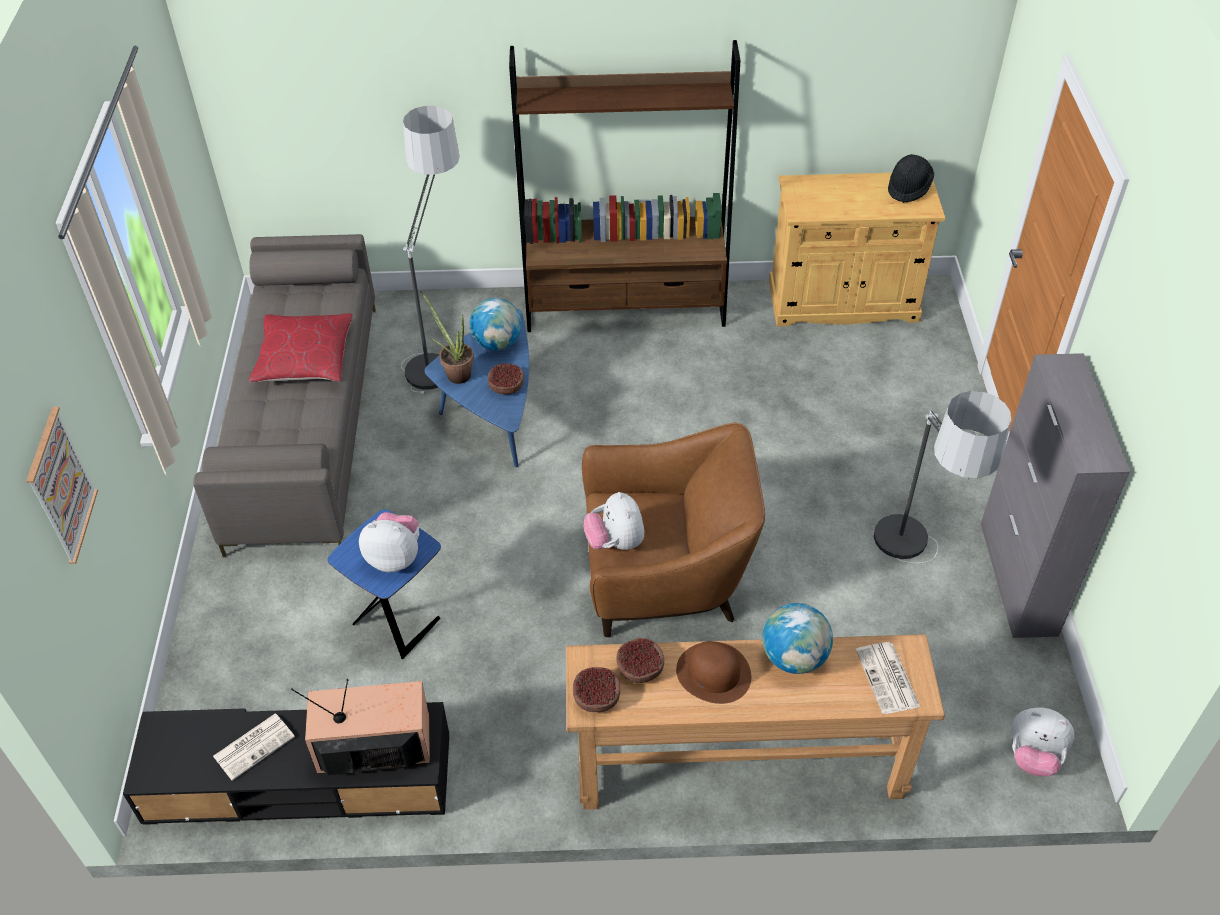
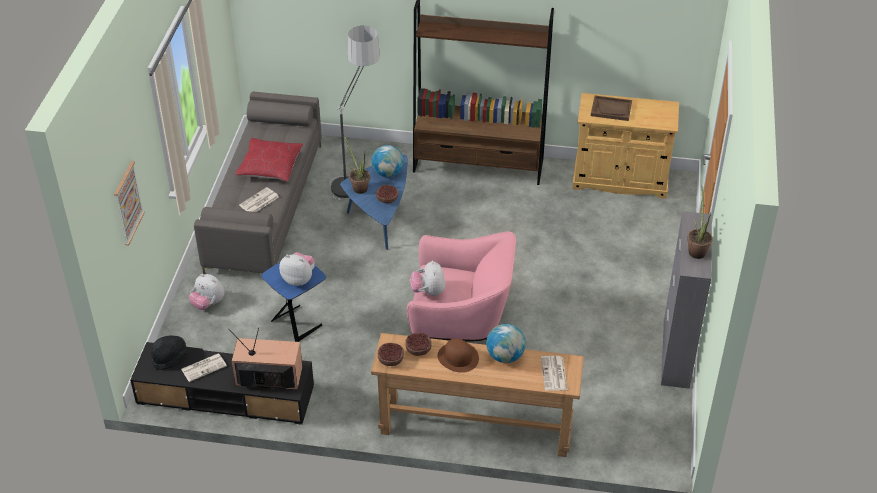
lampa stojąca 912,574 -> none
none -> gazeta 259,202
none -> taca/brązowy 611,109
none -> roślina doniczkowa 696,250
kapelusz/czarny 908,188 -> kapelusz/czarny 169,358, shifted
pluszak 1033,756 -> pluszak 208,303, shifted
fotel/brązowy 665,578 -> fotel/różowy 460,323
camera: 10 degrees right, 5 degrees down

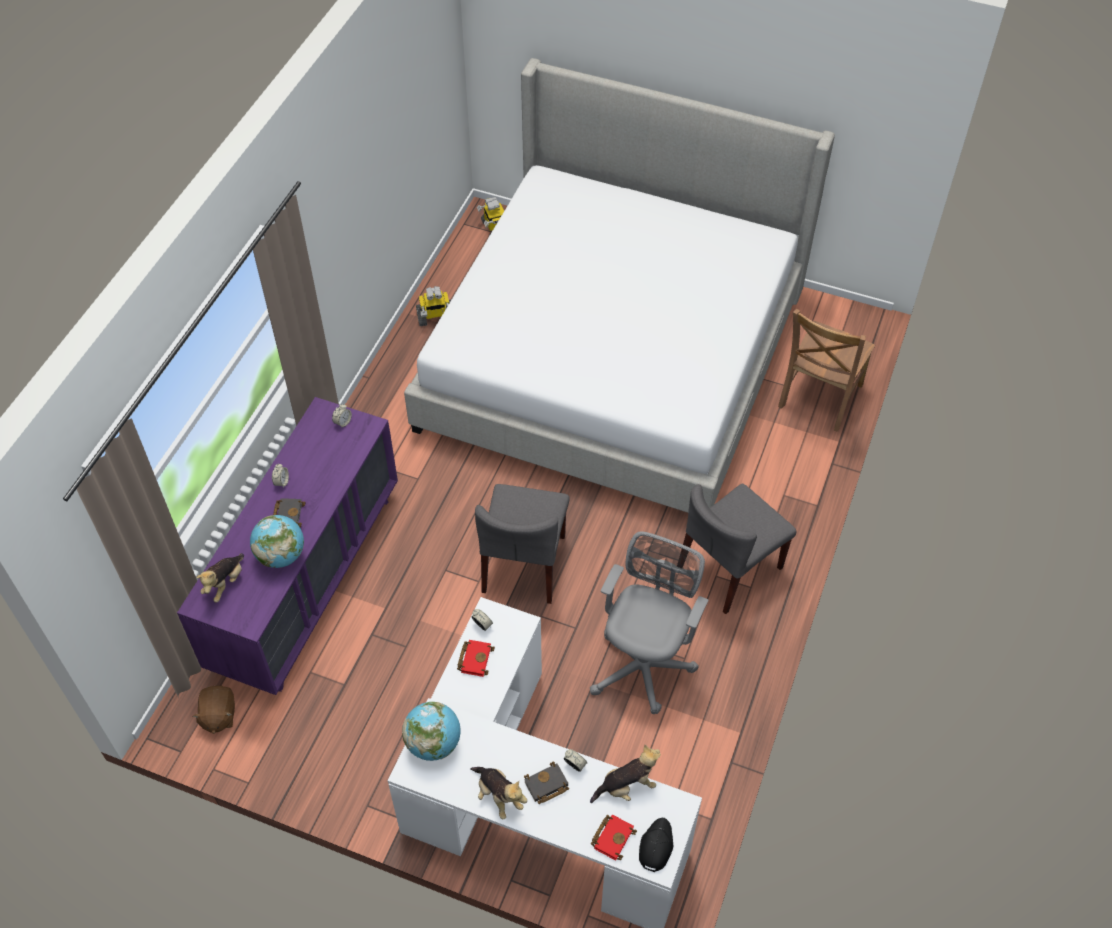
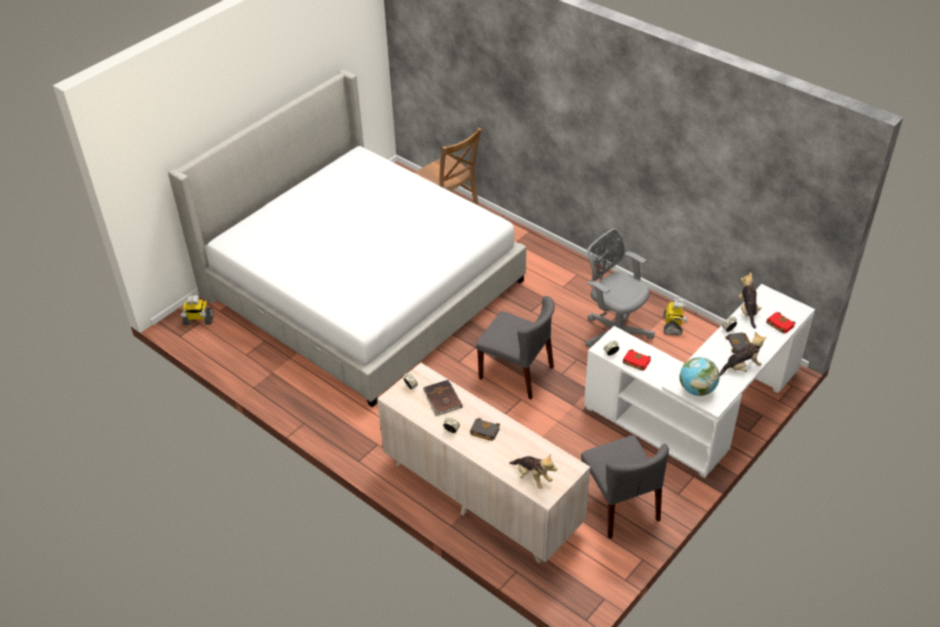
pluszak/brązowy 218,716 -> none
globus 281,555 -> none
czapka z daszkiem/czarny 655,846 -> none
none -> książka/brązowy 442,399
robot zabawkowy 435,317 -> robot zabawkowy 673,325, shifted
krzesło/szary 729,569 -> krzesło/szary 620,505, shifted
komoda/fioletowy 307,581 -> komoda/beżowy 481,495
camera: 70 degrees left, 10 degrees down

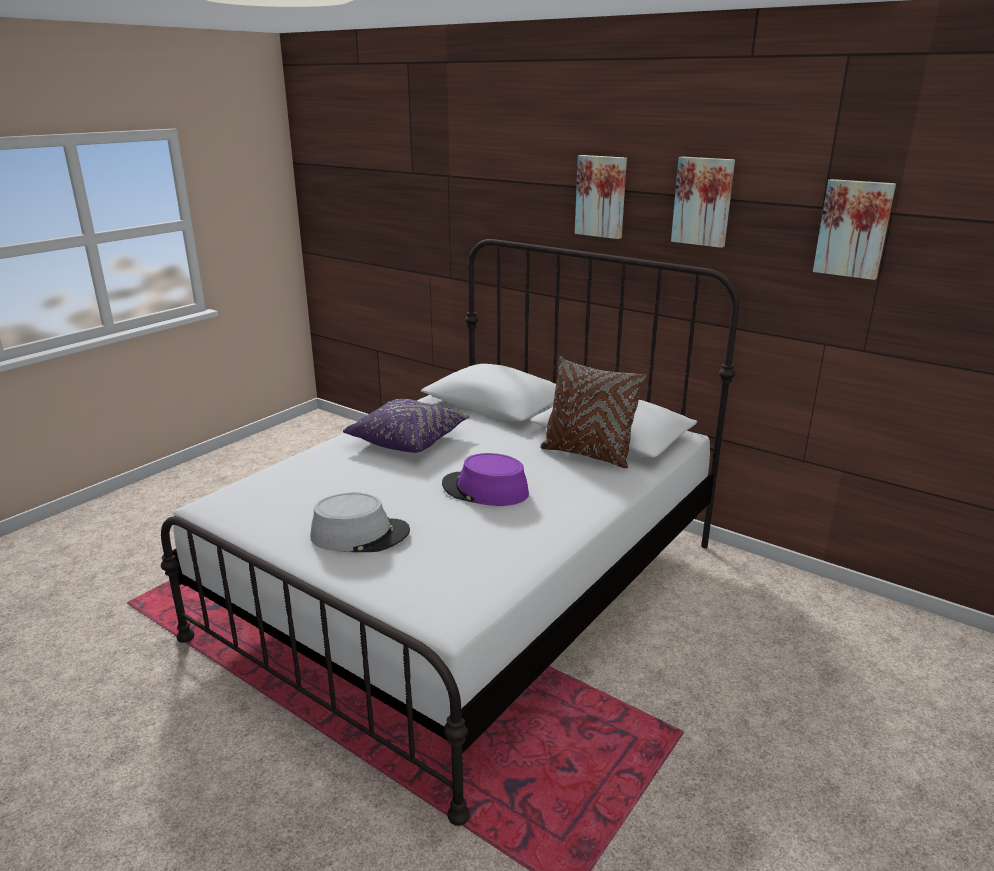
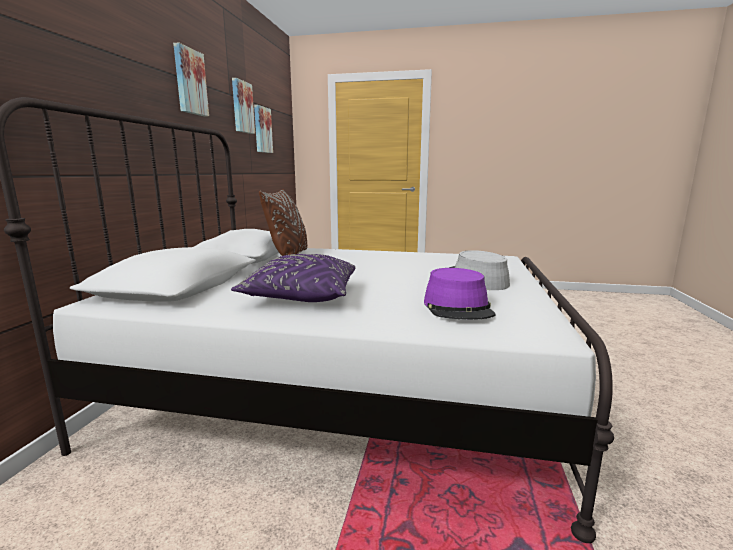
kapelusz/fioletowy 485,490 -> kapelusz/fioletowy 458,307, shifted
obraz 601,196 -> obraz 262,130, shifted
camera: 115 degrees left, 10 degrees down

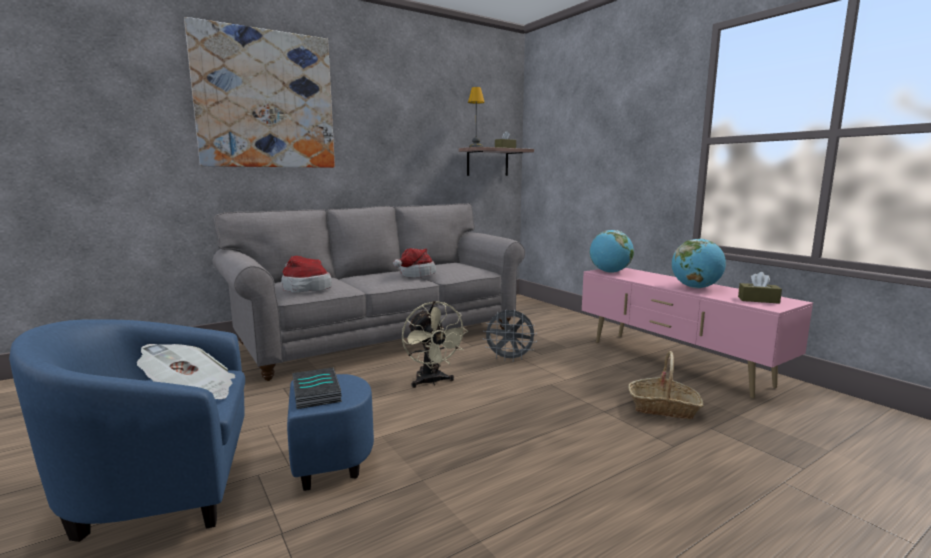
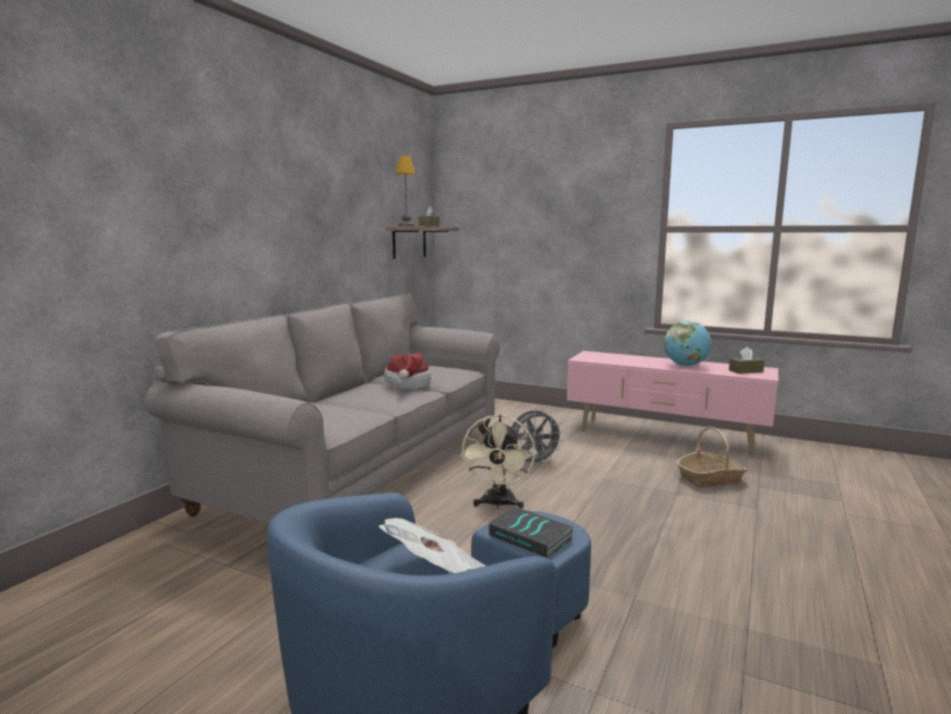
obraz 265,100 -> none
kapelusz 304,288 -> none
globus 610,272 -> none
wentylator/beżowy 431,382 -> wentylator/beżowy 498,504, 60 degrees clockwise
camera: 30 degrees left, 0 degrees up

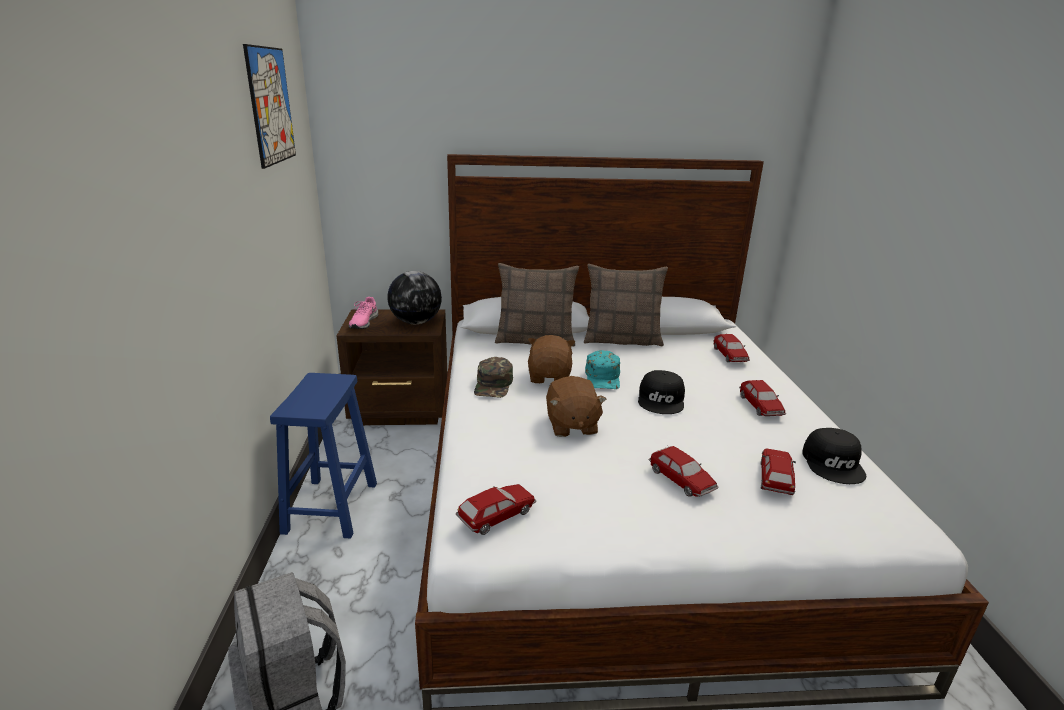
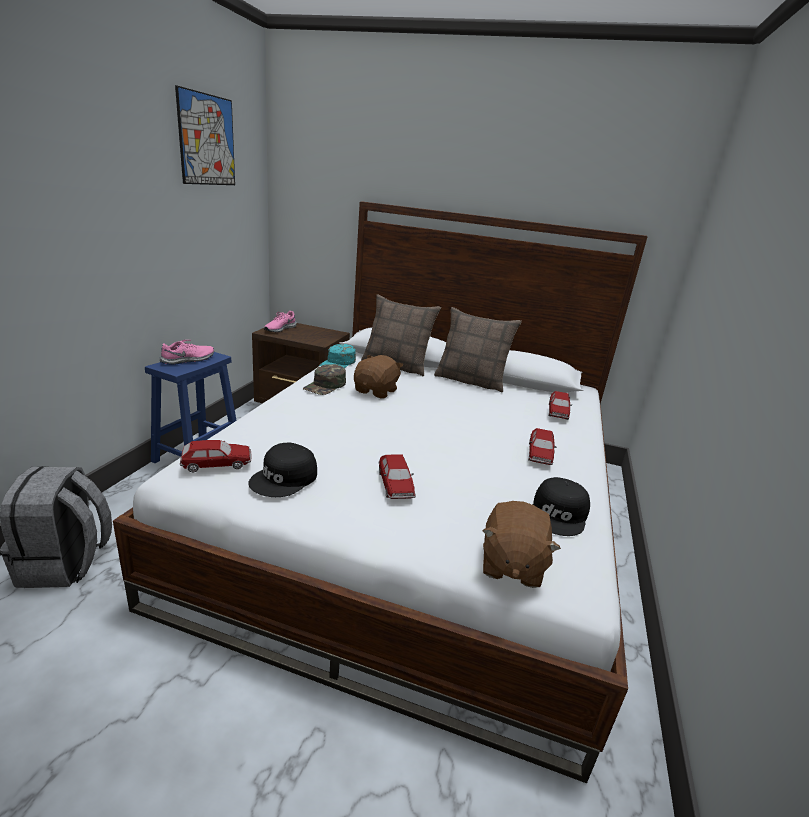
globus 416,322 -> none
samochodzik 775,478 -> none
none -> but/różowy 189,360
pluszak/brązowy 571,425 -> pluszak/brązowy 511,565, shifted
czapka z daszkiem/turkusowy 603,377 -> czapka z daszkiem/turkusowy 338,363, shifted
czapka z daszkiem/czarny 662,400 -> czapka z daszkiem/czarny 285,478, shifted
camera: 20 degrees right, 0 degrees up

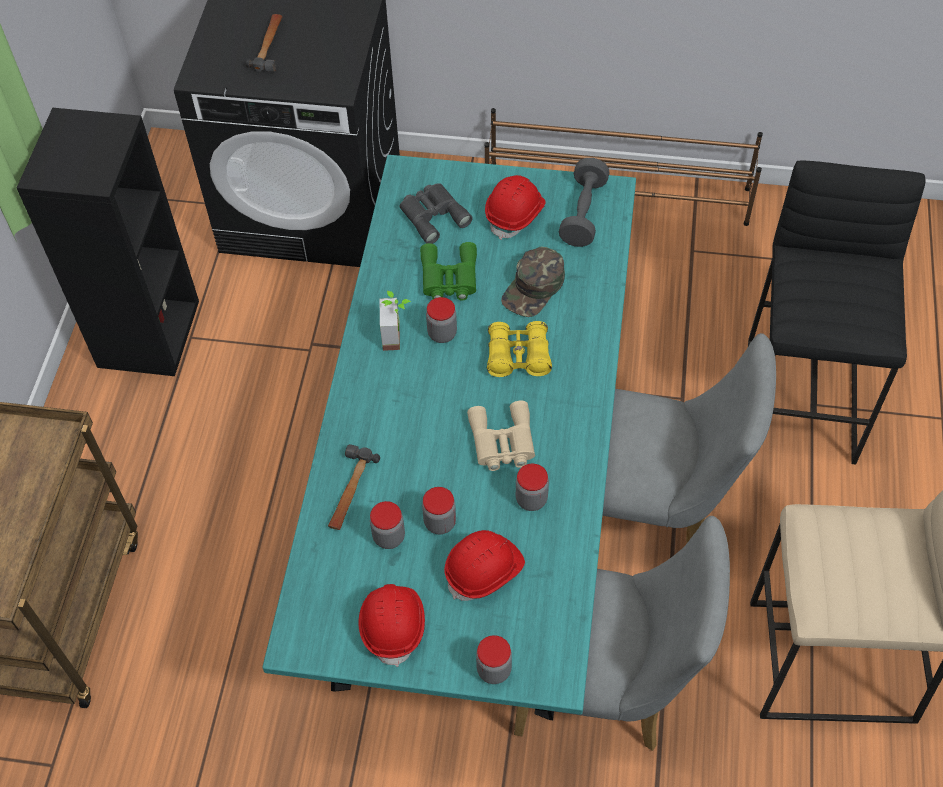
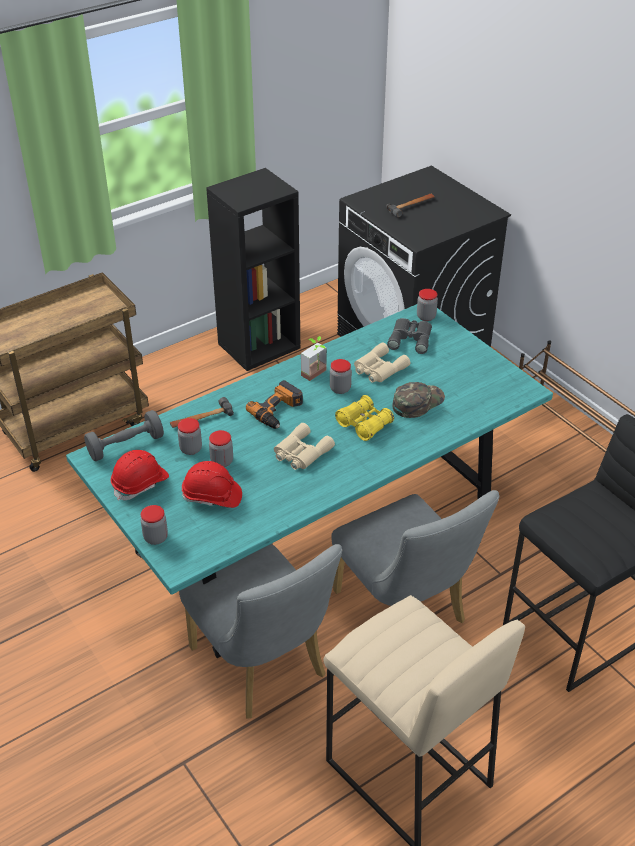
kask/czerwony 515,214 -> none
none -> wiertarka 278,411
słoik 531,499 -> słoik 426,317, shifted
hantel/szary 583,213 -> hantel/szary 125,446, shifted
lornetka/zielony 449,278 -> lornetka/beżowy 378,369
czapka z daszkiem/zielony 534,288 -> czapka z daszkiem/zielony 417,402, 150 degrees clockwise
camera: 45 degrees right, 15 degrees down

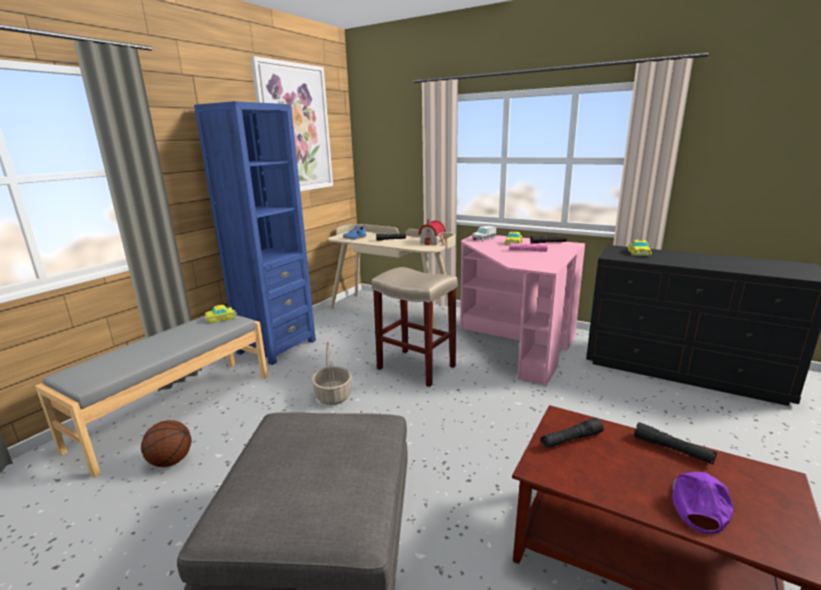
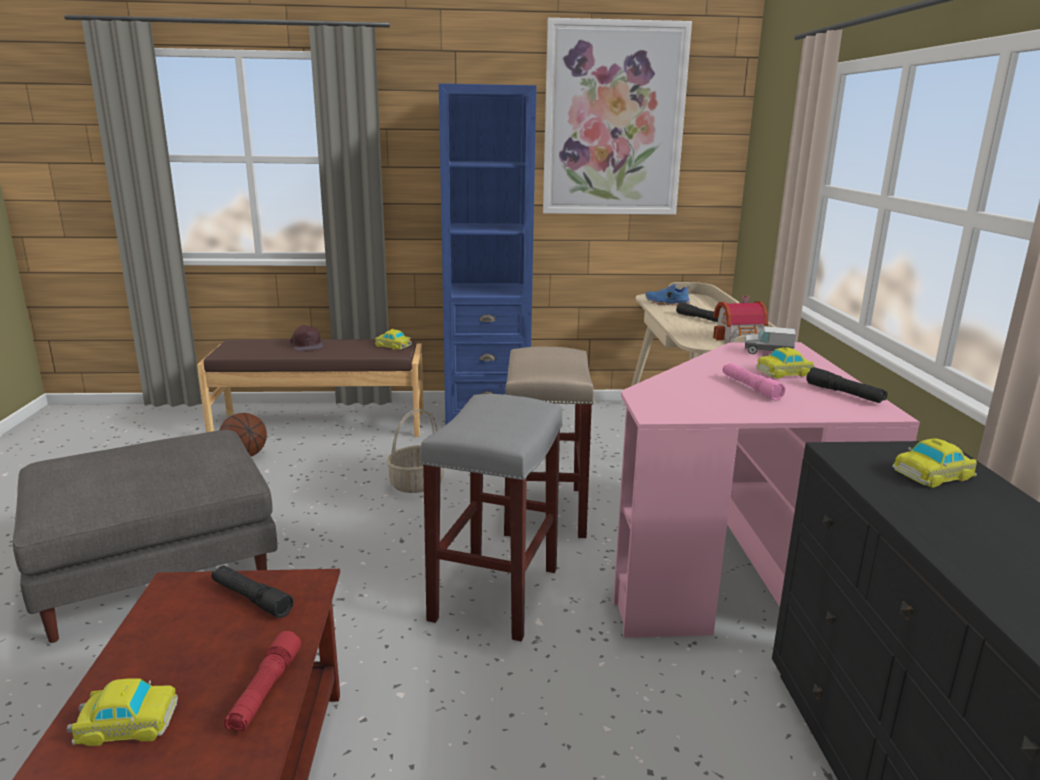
none -> czapka z daszkiem/brązowy 307,345
none -> stołek/szary 494,592
czapka z daszkiem/fioletowy 698,505 -> samochodzik 125,723
ławka/szary 176,409 -> ławka/brązowy 321,424
latarka/czarny 672,449 -> latarka/czerwony 265,691
camera: 55 degrees right, 0 degrees up

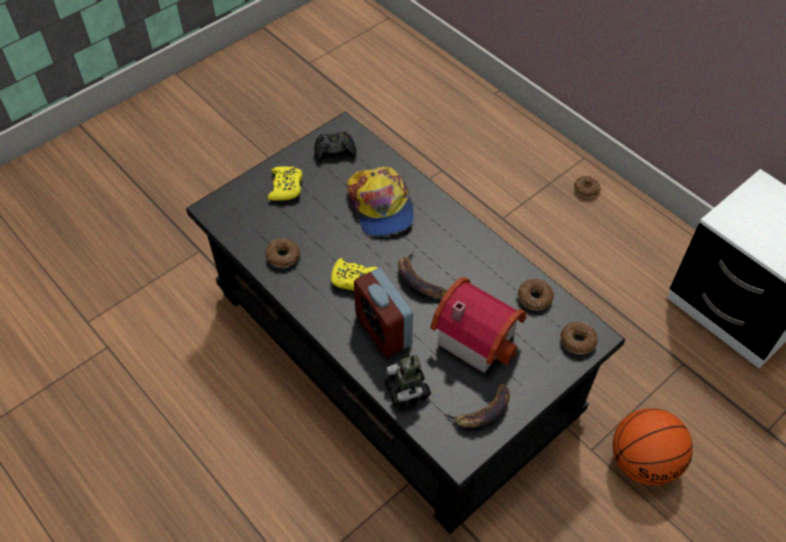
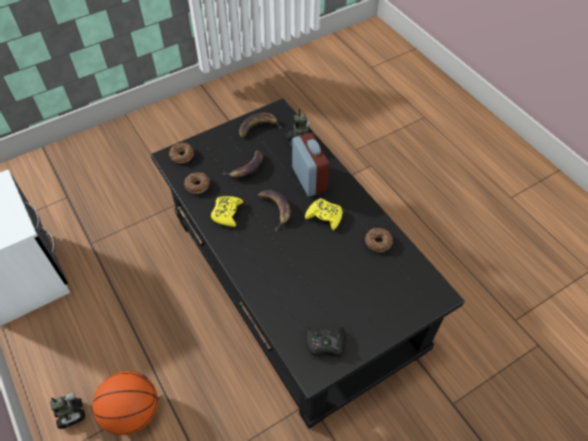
czapka z daszkiem 381,206 -> none
pad do gier/żółty 286,187 -> pad do gier/żółty 227,213, shifted
piłka do koszykówki 643,461 -> piłka do koszykówki 131,412, shifted
domek 477,334 -> banan 246,168
donut 586,190 -> robot zabawkowy 71,415
camera: 170 degrees left, 0 degrees up

